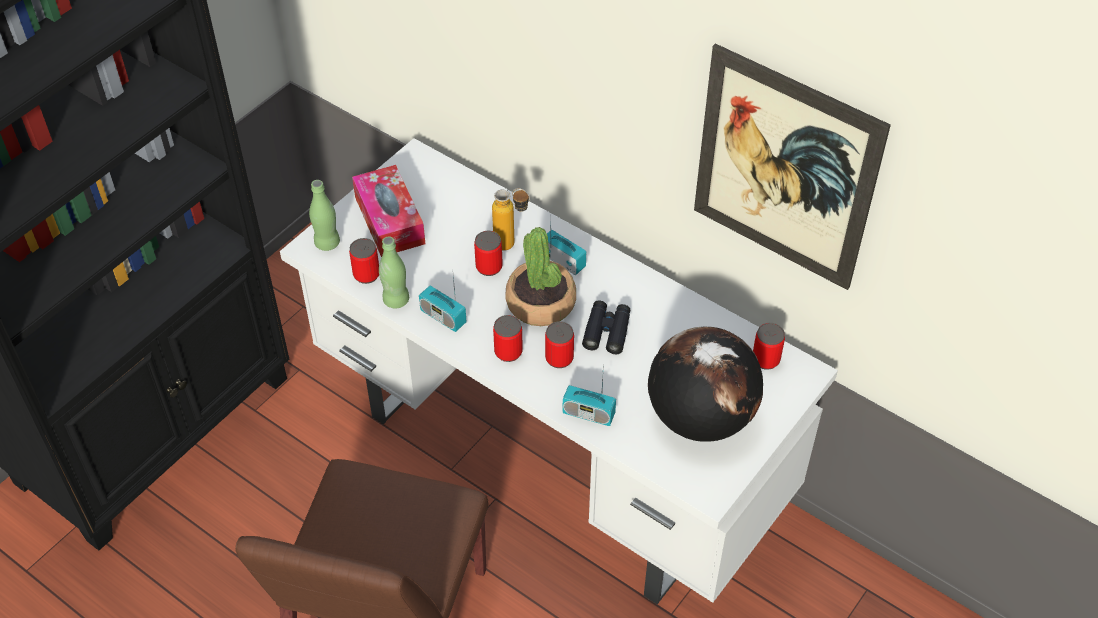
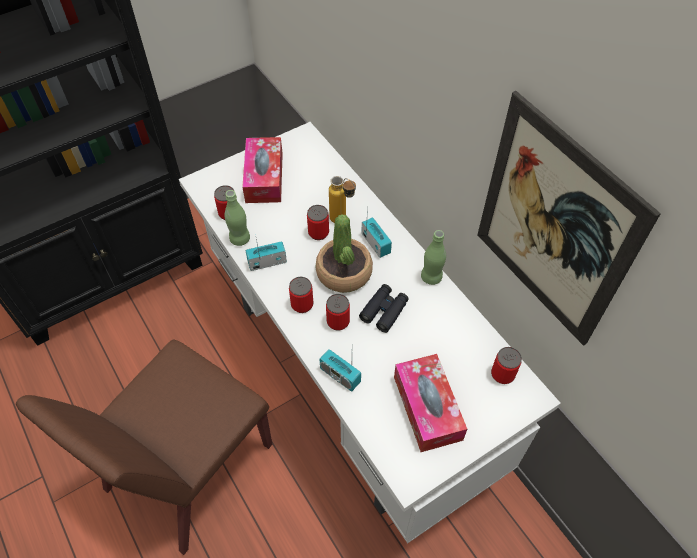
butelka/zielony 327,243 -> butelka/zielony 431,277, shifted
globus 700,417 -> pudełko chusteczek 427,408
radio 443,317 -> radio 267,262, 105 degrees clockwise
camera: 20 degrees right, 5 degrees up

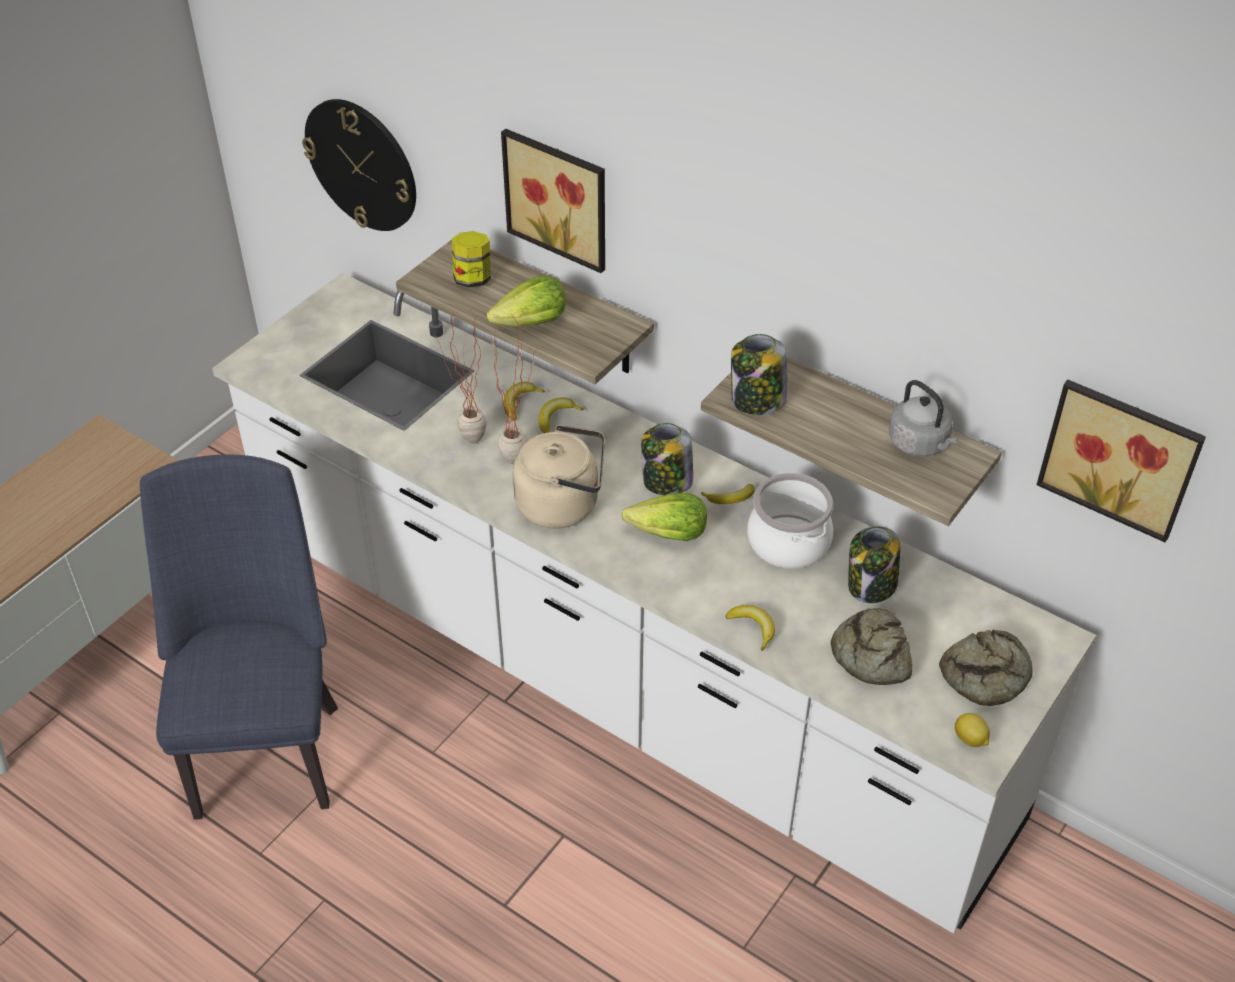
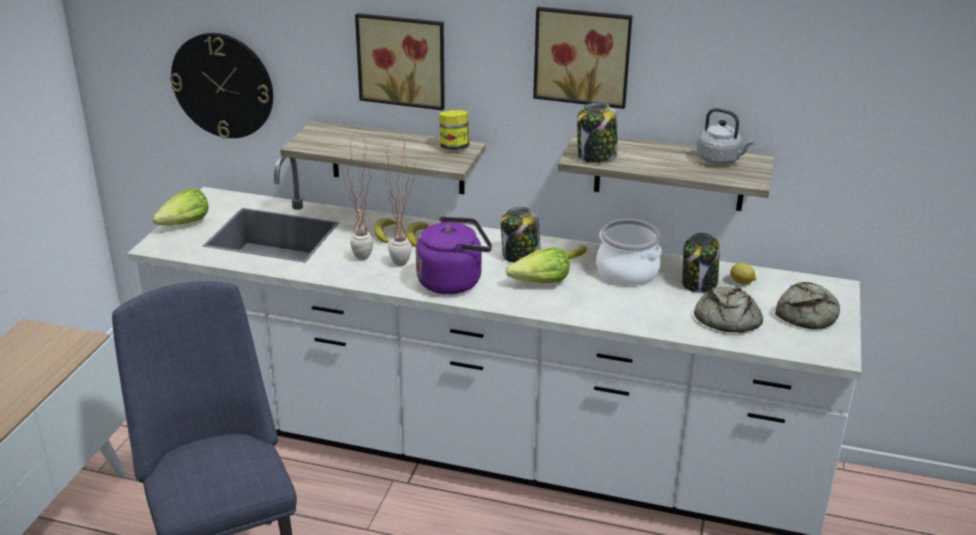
banan 753,628 -> none
słoik 473,279 -> słoik 454,147, shifted
sałata 531,323 -> sałata 185,224, shifted
cytryna 970,740 -> cytryna 742,283, shifted
obraz 1121,455 -> obraz 582,55, shifted
czajnik/beżowy 563,504 -> czajnik/fioletowy 453,281
camera: 20 degrees left, 15 degrees down

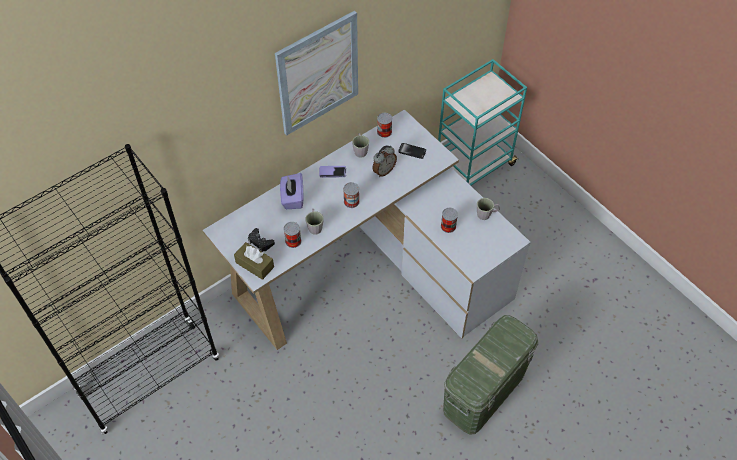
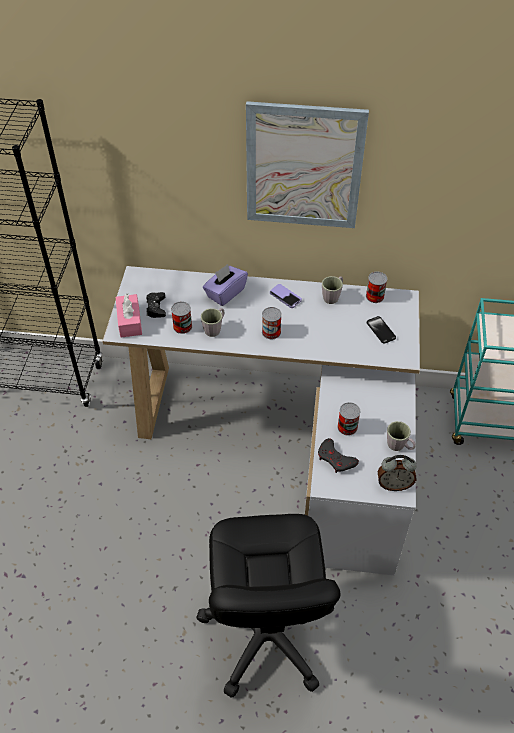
none -> pad do gier/szary 336,459
budzik 383,171 -> budzik 394,484, shifted
pojemnik do przechowywania/zielony 484,392 -> krzesło biurowe/czarny 266,633
pudełko chusteczek/brązowy 254,265 -> pudełko chusteczek/różowy 129,321
camera: 45 degrees right, 5 degrees down

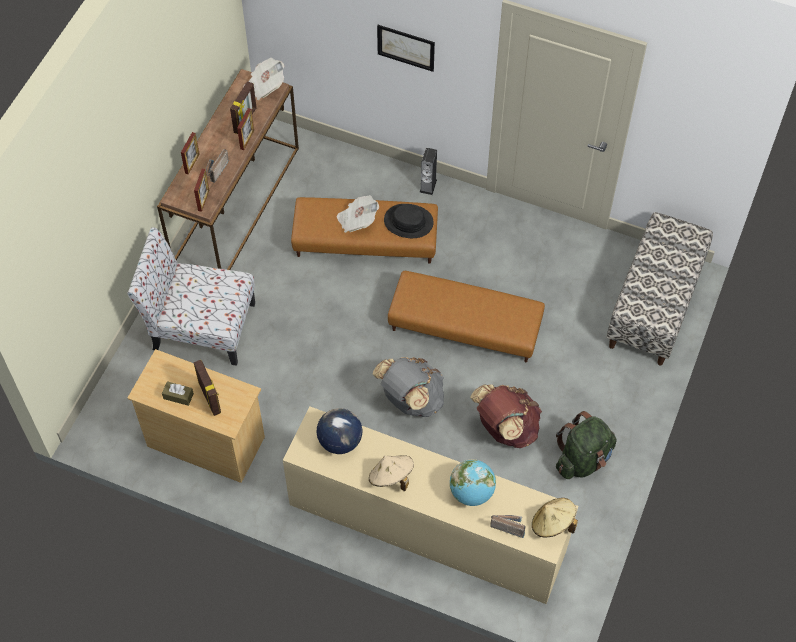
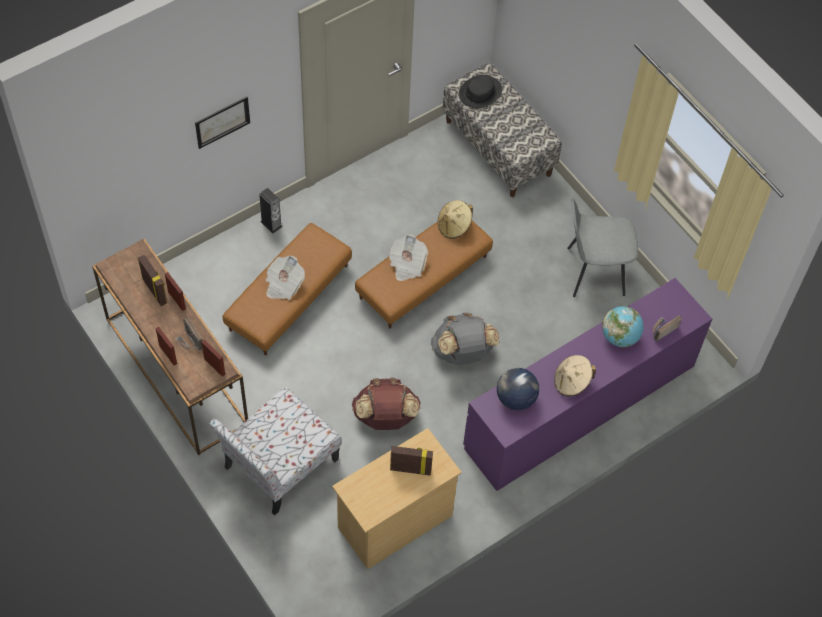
pudełko chusteczek/brązowy 178,396 -> none
gazeta 264,86 -> gazeta 407,264, shifted
kapelusz/czarny 408,222 -> kapelusz/czarny 480,92, shifted
plecak/brązowy 505,428 -> plecak/brązowy 385,417, shifted
kapelusz/beżowy 552,524 -> kapelusz/beżowy 454,226, shifted
plecak/zielony 583,459 -> krzesło/szary 593,271
komoda/beżowy 427,527 -> komoda/fioletowy 580,406
camera: 60 degrees left, 0 degrees up

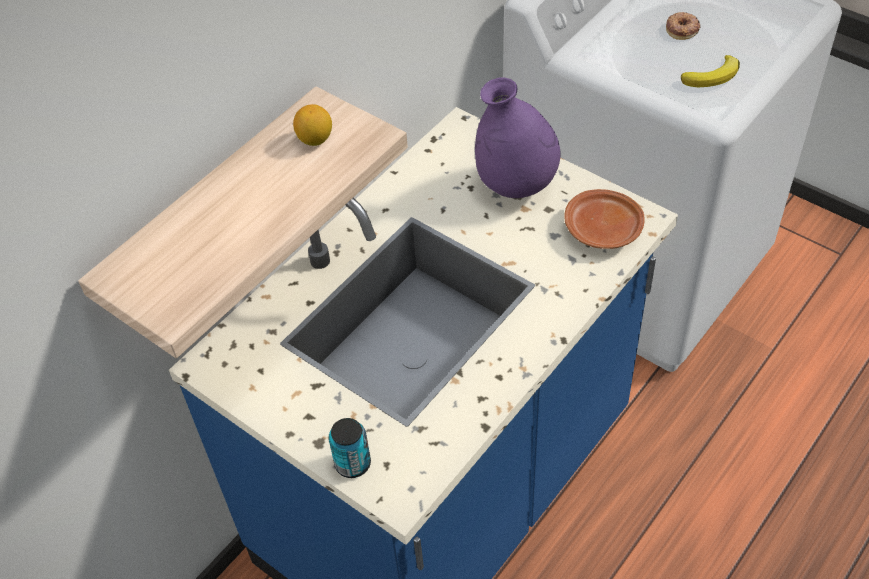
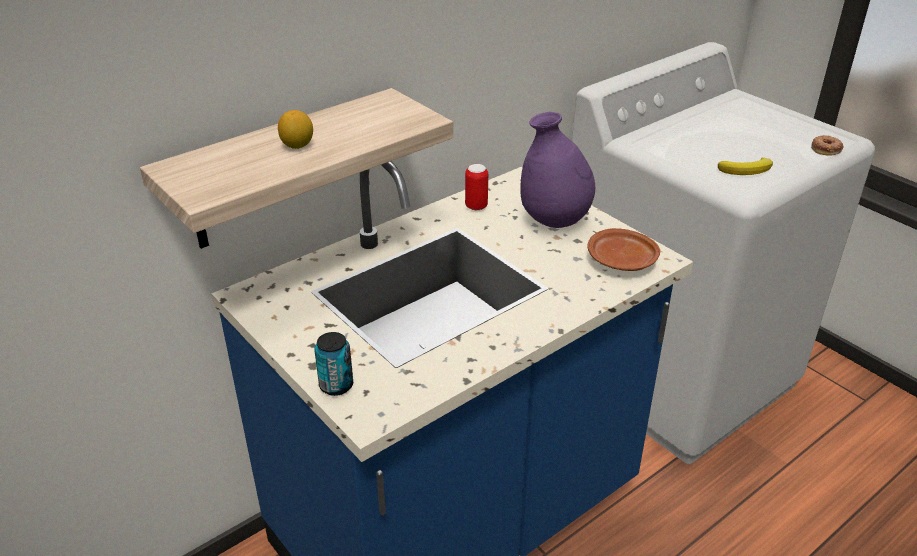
none -> puszka 476,206
cytryna 315,139 -> cytryna 297,145, shifted
donut 682,29 -> donut 826,149, shifted
camera: 10 degrees right, 15 degrees down

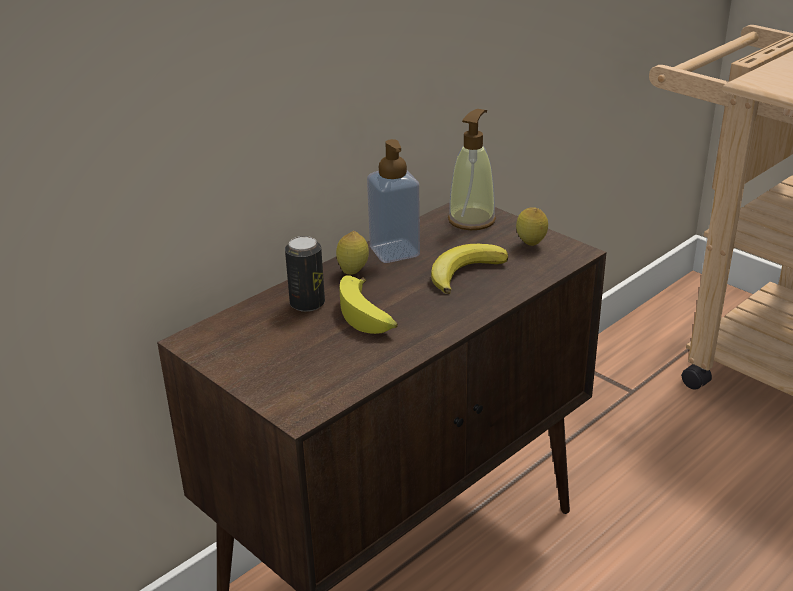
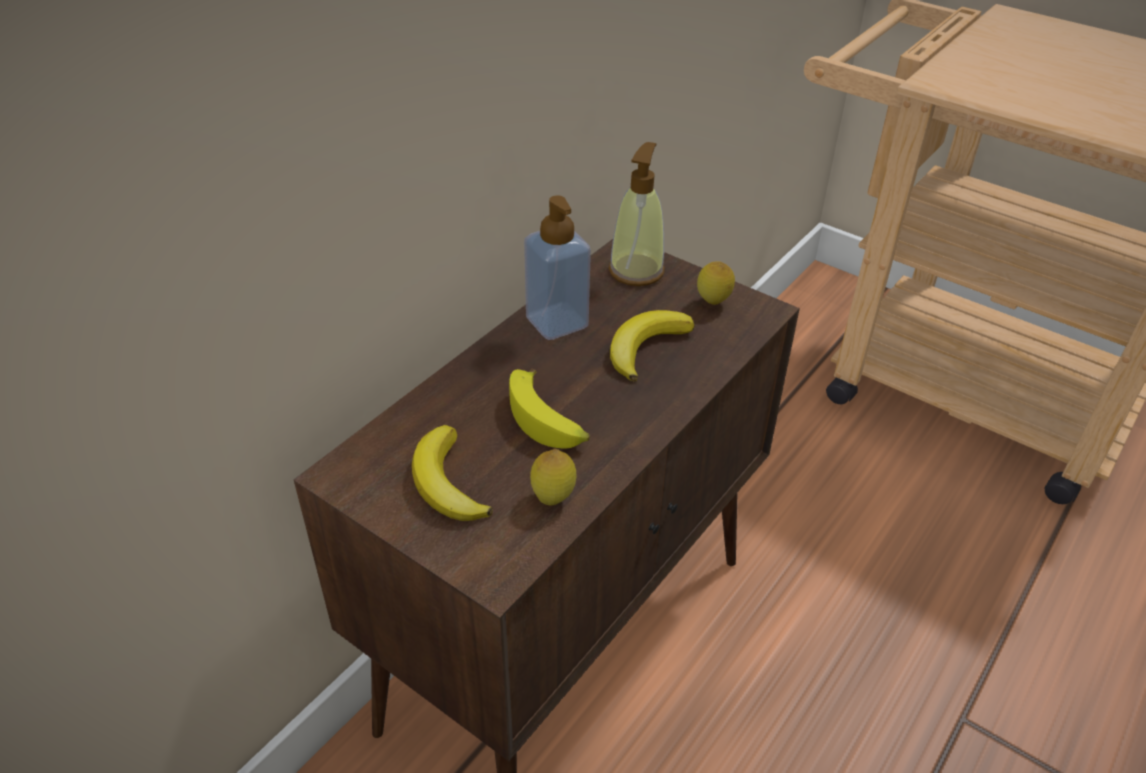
puszka 307,304 -> none
none -> banan 447,482
cytryna 353,273 -> cytryna 553,499, shifted
camera: 10 degrees left, 10 degrees up

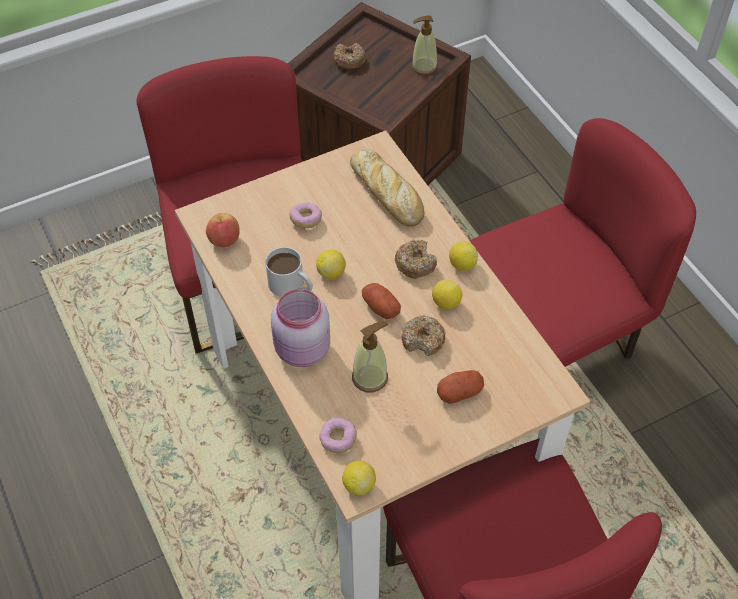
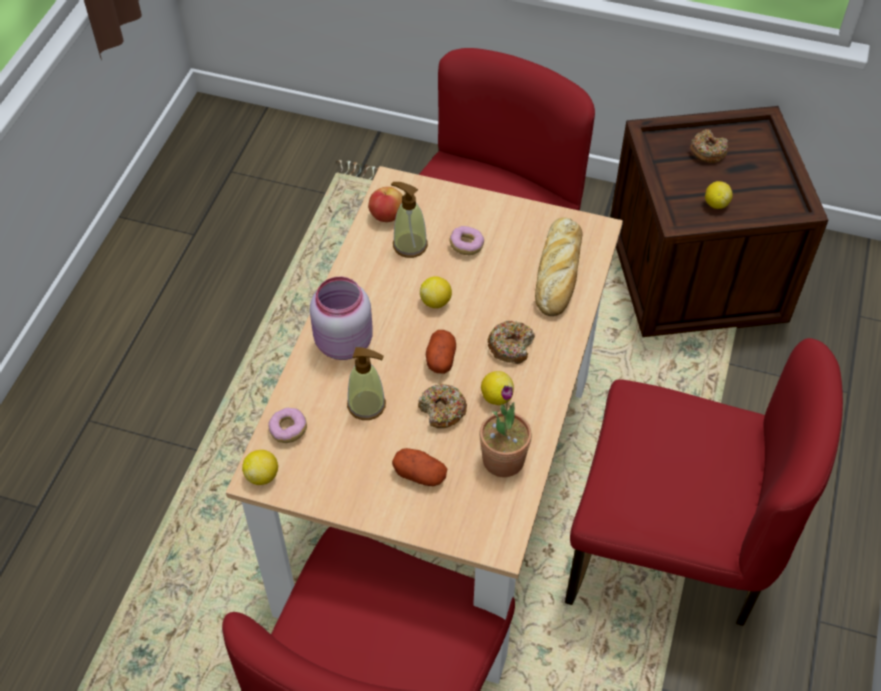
kubek/biały 291,286 -> none
none -> roślina doniczkowa 503,459
dozownik mydła 424,66 -> dozownik mydła 409,245, shifted
cytryna 462,264 -> cytryna 716,203, shifted
camera: 45 degrees right, 0 degrees up

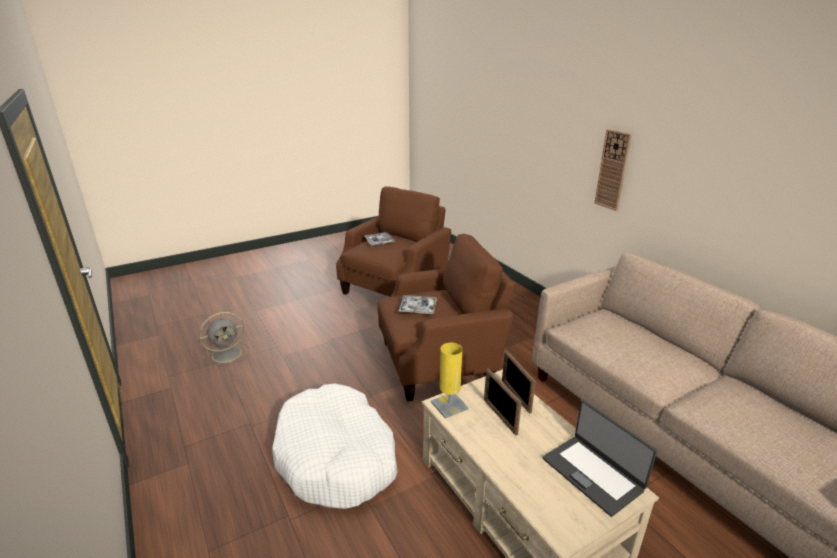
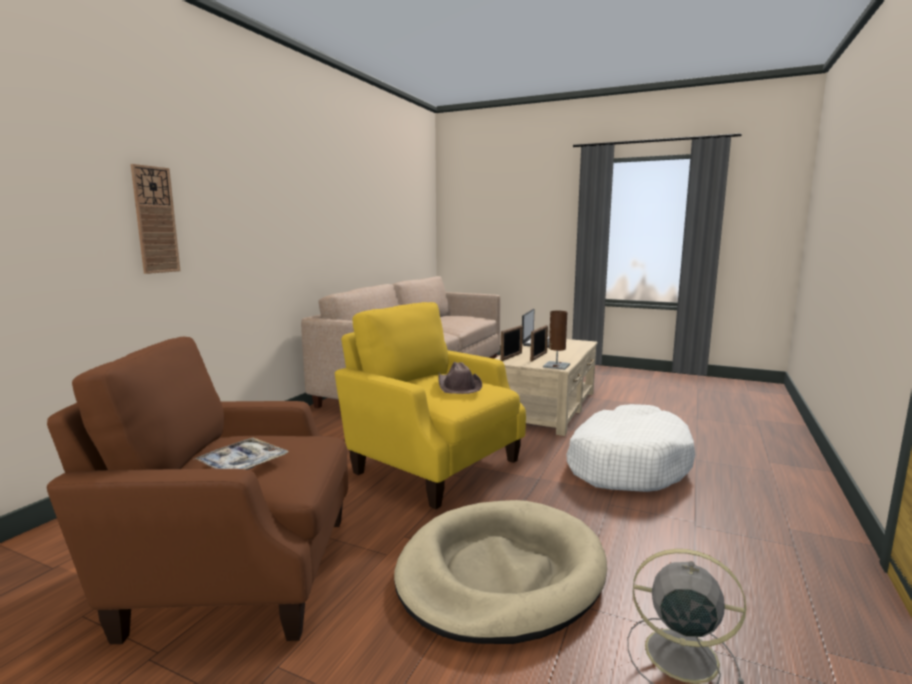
none -> legowisko/beżowy 500,574
zegar ścienny 612,170 -> zegar ścienny 155,220, shifted
taca 418,308 -> kapelusz/brązowy 458,386
fotel/brązowy 439,362 -> fotel/żółty 433,465
lampa stołowa/żółty 449,405 -> lampa stołowa/brązowy 556,366
camera: 125 degrees left, 15 degrees down

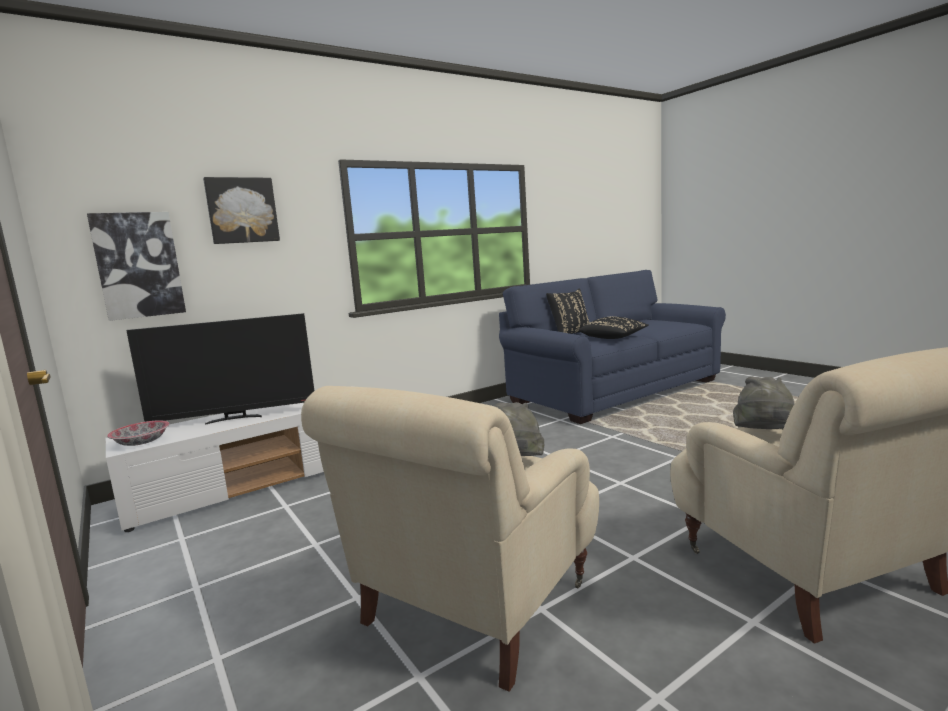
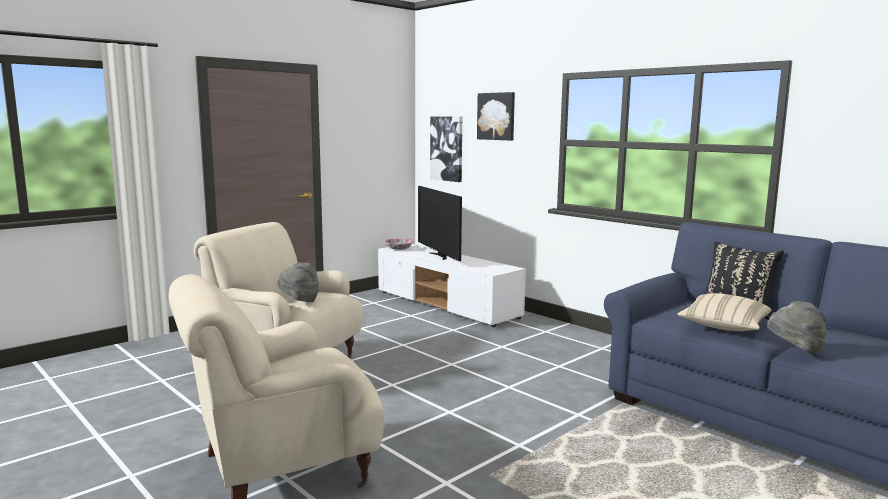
kapelusz/szary 764,436 -> kapelusz/szary 794,351, shifted
poduszka/czarny 613,338 -> poduszka/beżowy 723,327
camera: 80 degrees right, 0 degrees up

